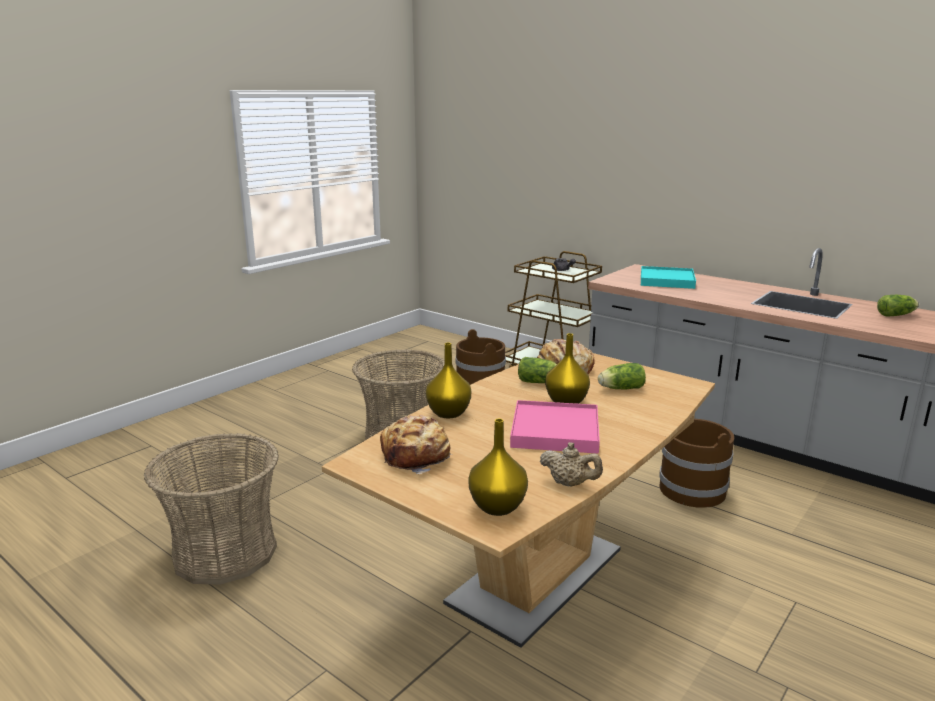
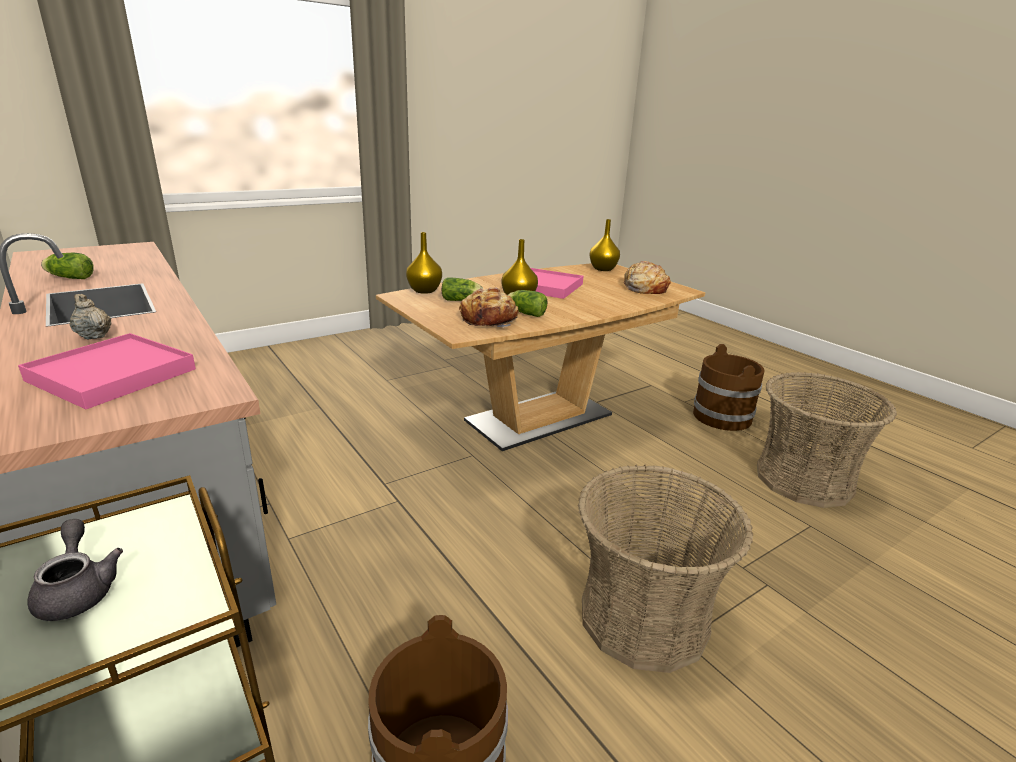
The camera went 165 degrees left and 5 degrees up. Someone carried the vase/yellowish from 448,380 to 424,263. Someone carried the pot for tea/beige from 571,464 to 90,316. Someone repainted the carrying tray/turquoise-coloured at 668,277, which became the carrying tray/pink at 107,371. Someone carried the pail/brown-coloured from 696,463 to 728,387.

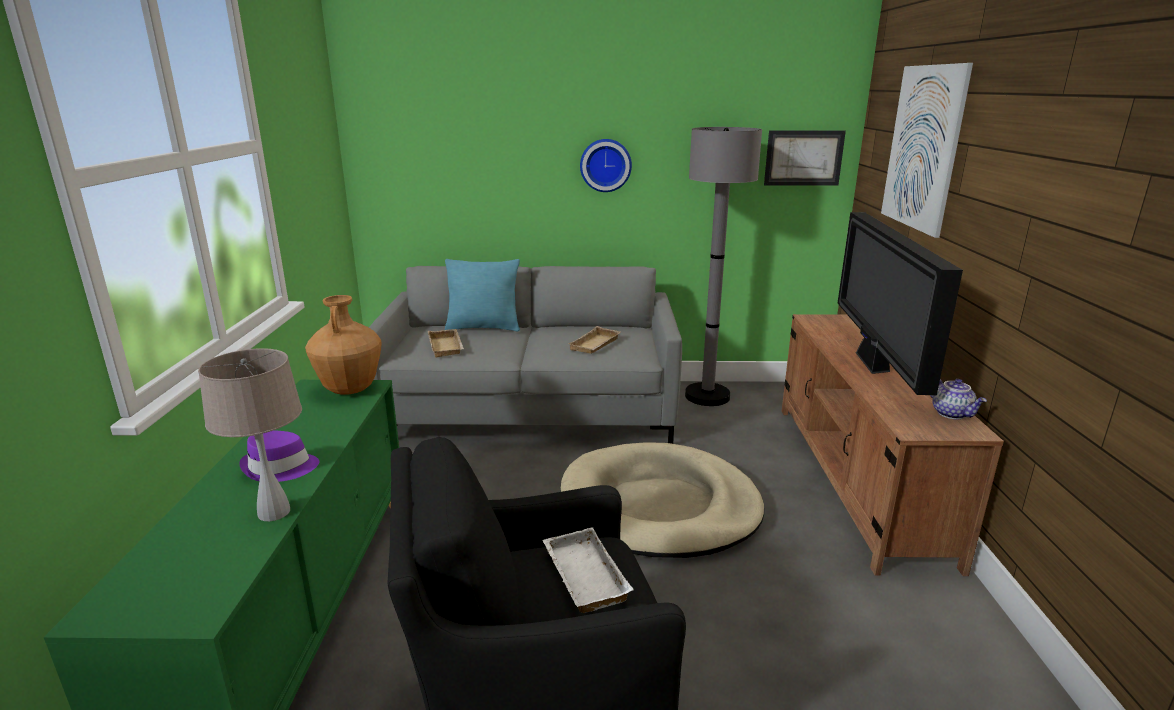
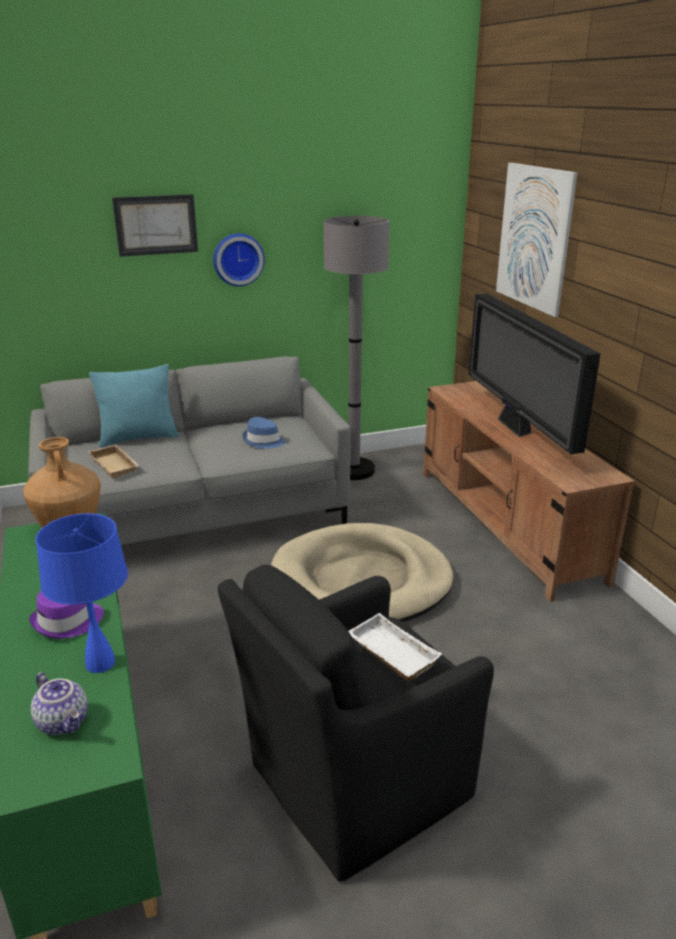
The camera went 20 degrees left and 5 degrees up. Someone repainted the tabletop lamp/beige at 250,434, which became the tabletop lamp/blue at 81,593. Someone swapped the carrying tray/beige at 594,340 for the clothing hat/blue at 264,433. Someone carried the wall picture from 805,158 to 155,225. Someone carried the pot for tea from 958,399 to 59,703.

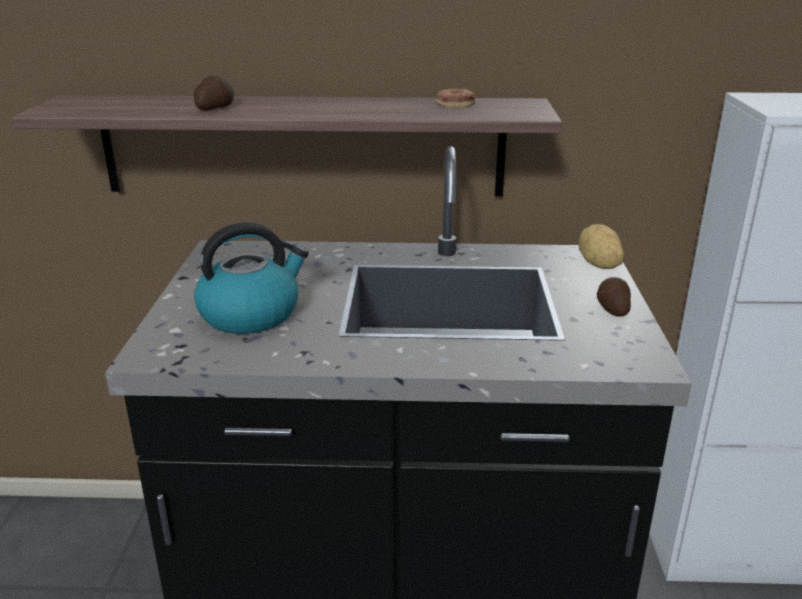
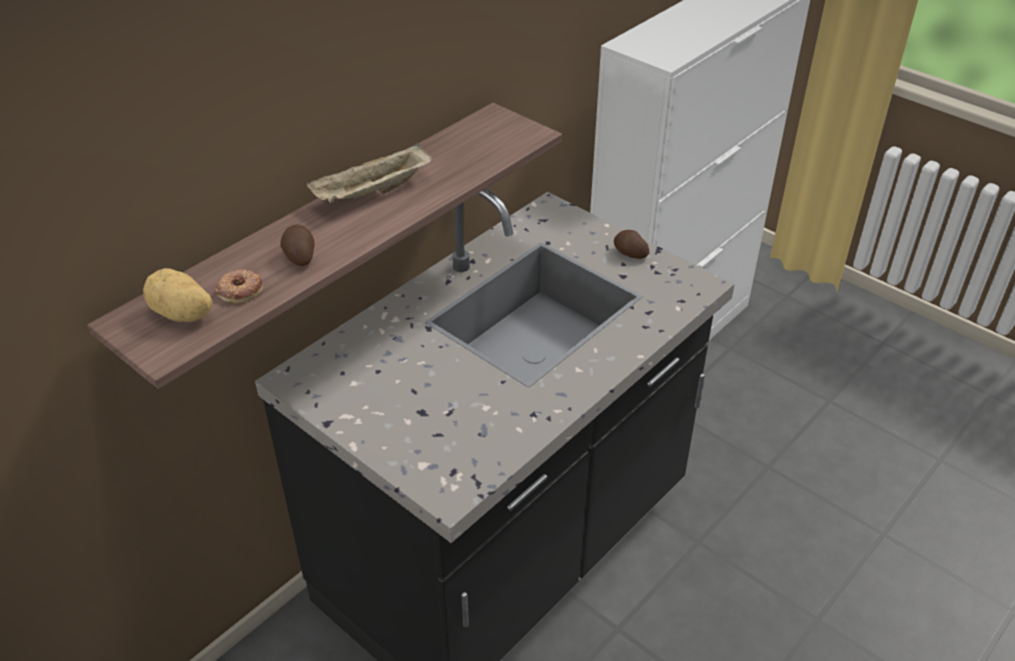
The camera went 50 degrees left and 15 degrees up. Someone took away the tea kettle at 251,278. Someone carried the donut from 456,97 to 239,286. Someone carried the spud from 601,246 to 178,295. Someone put down the carrying tray/beige at 369,173.

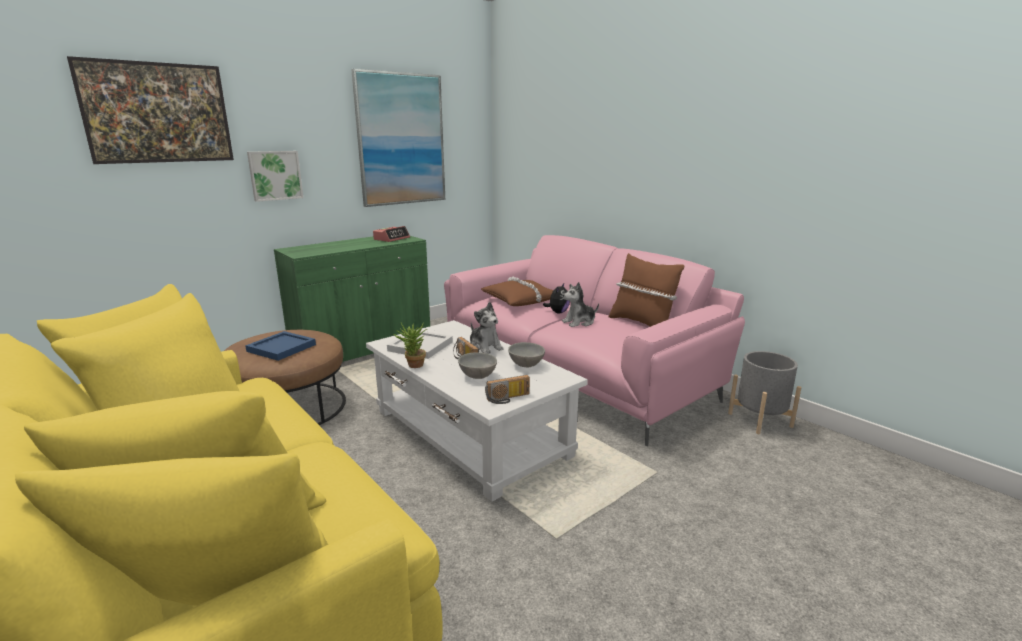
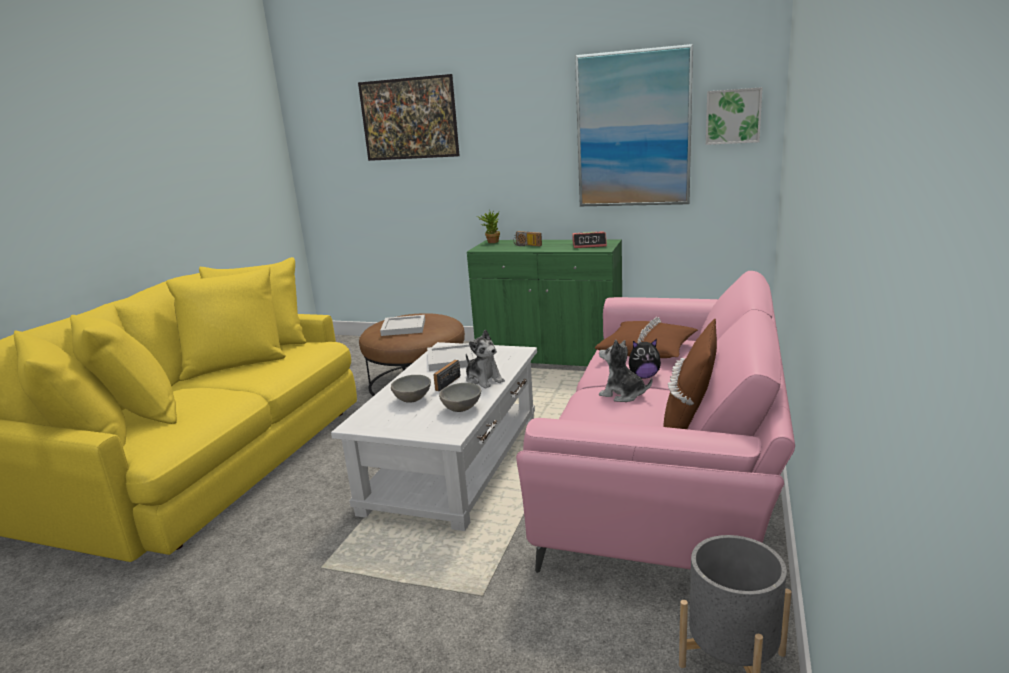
The camera went 60 degrees right and 0 degrees up. Someone repainted the carrying tray/blue at 280,346, which became the carrying tray/white at 402,325. Someone carried the wall picture from 275,176 to 734,116. Someone carried the houseplant from 410,345 to 488,226. Someone rotated the soft toy at 487,328 by 60 degrees counterclockwise. Someone carried the radio from 507,389 to 528,238.

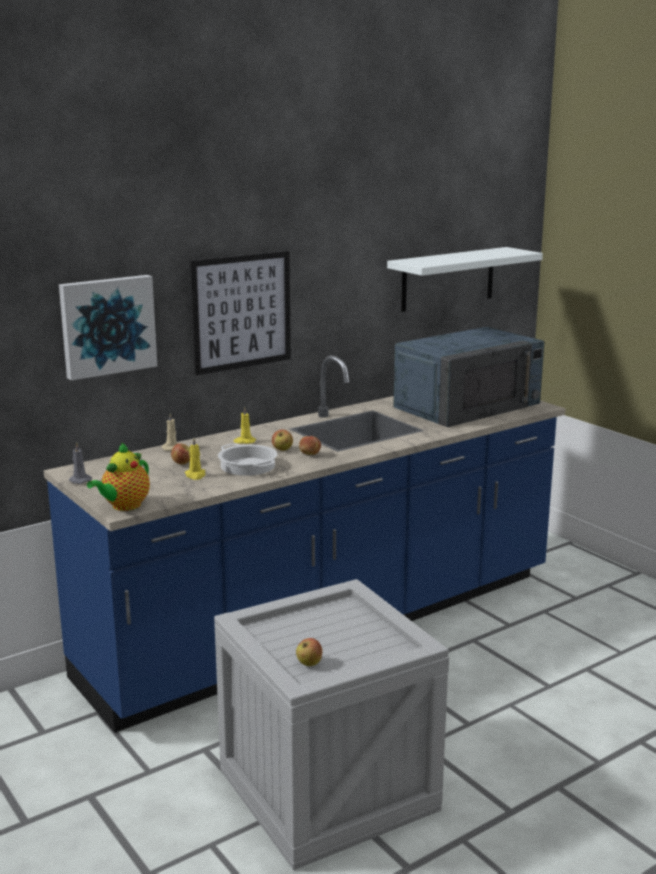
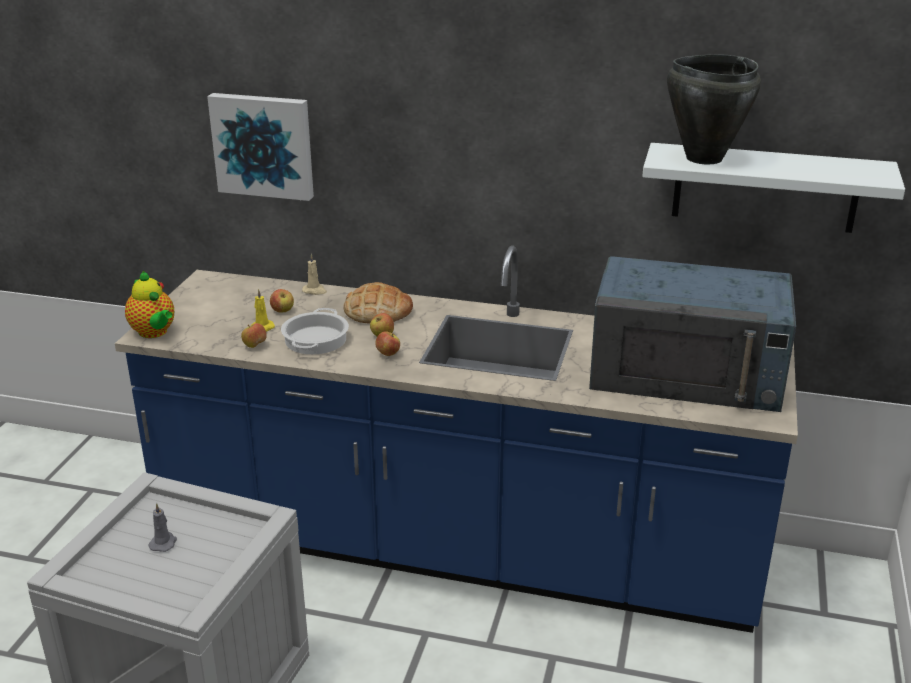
The camera went 50 degrees right and 10 degrees up. Someone carried the wax light/greyish from 80,463 to 163,527. Someone rotated the pot for tea at 118,476 by 120 degrees counterclockwise. Someone took away the wall picture at 240,313. Someone swapped the wax light/yellowish at 245,425 for the bread at 378,303. Someone carried the apple from 309,652 to 254,335. Someone put down the cooking pot/black at 714,109.

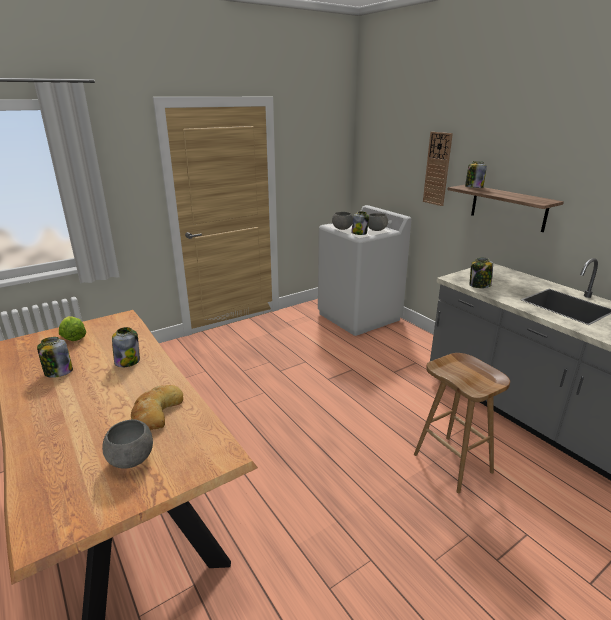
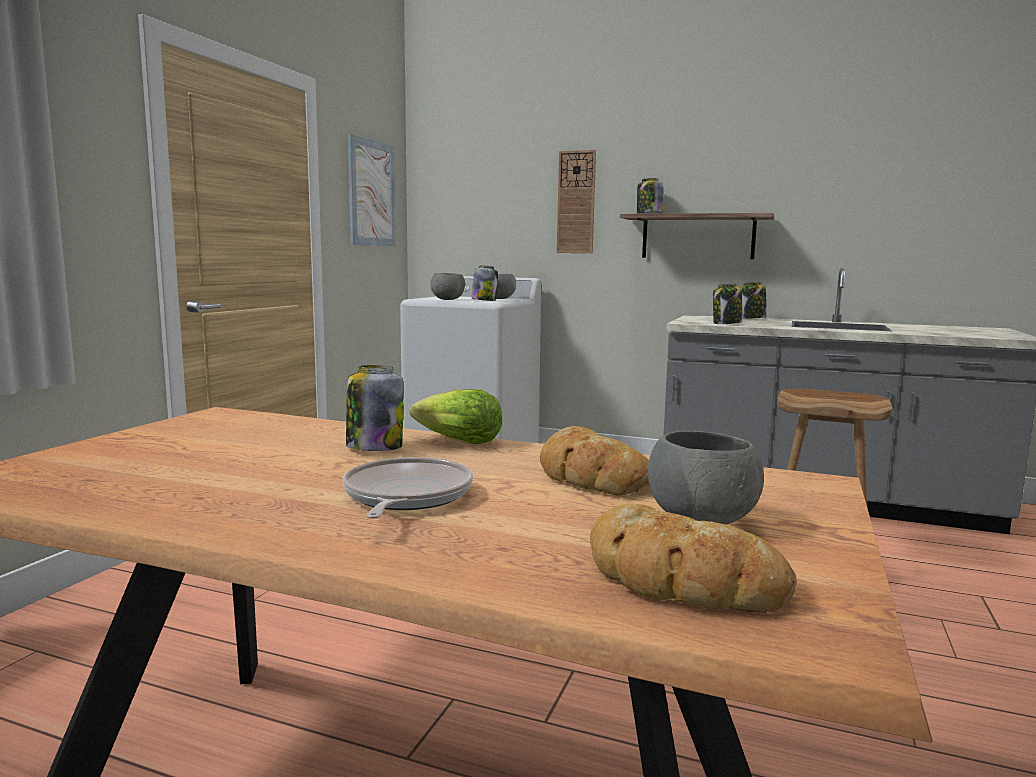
The camera went 35 degrees left and 15 degrees down. Someone carried the storage jar from 55,357 to 753,300. Someone carried the head of lettuce from 72,328 to 456,417. Someone put down the pan at 408,488. Someone put up the wall picture at 372,190. Someone put down the bread at 693,558.

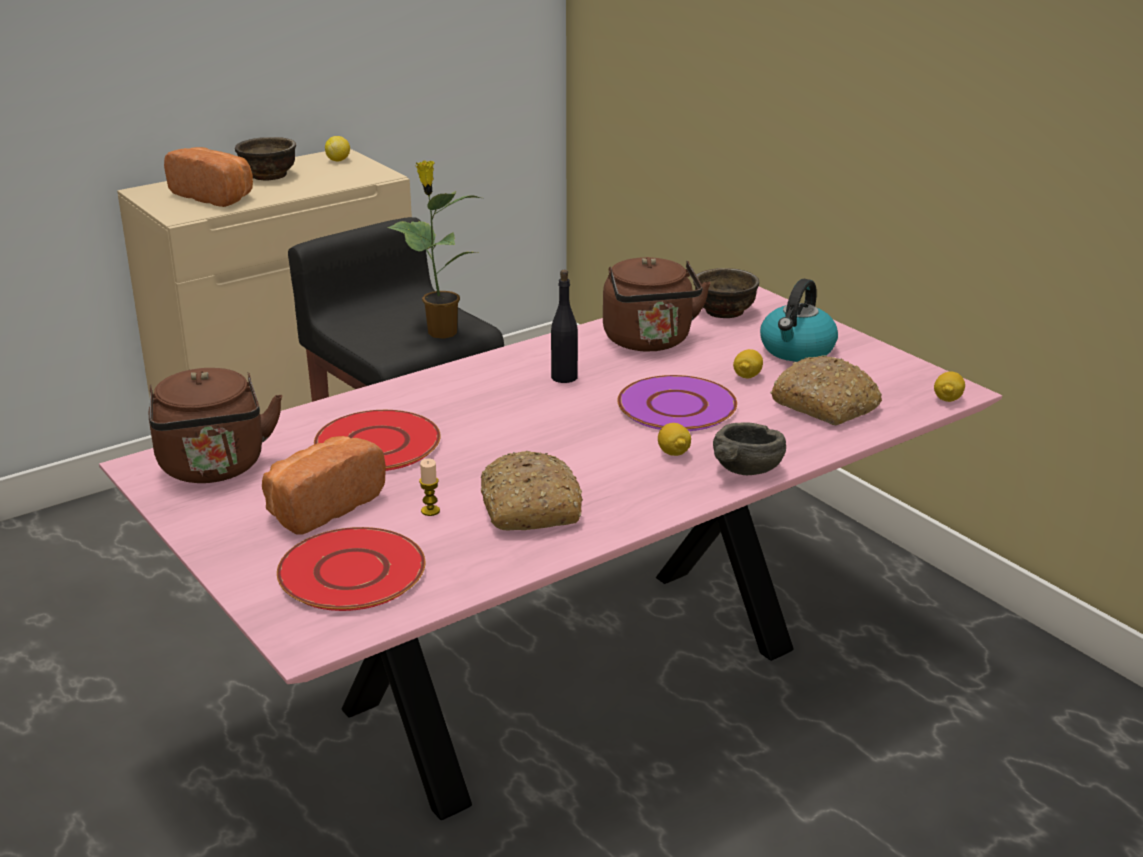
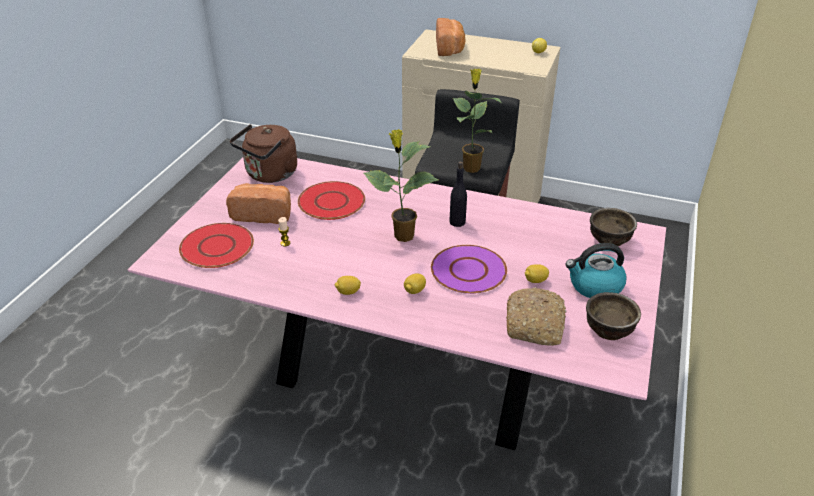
The camera went 55 degrees right and 10 degrees up. Someone carried the deep dish/brown-coloured from 265,159 to 613,316. Someone took away the bread at 532,490. Someone took away the tea kettle/brown-coloured at 657,304. Someone took away the deep dish/greyish at 749,448. Someone carried the lemon from 949,387 to 348,285. Someone put down the houseplant at 400,185.

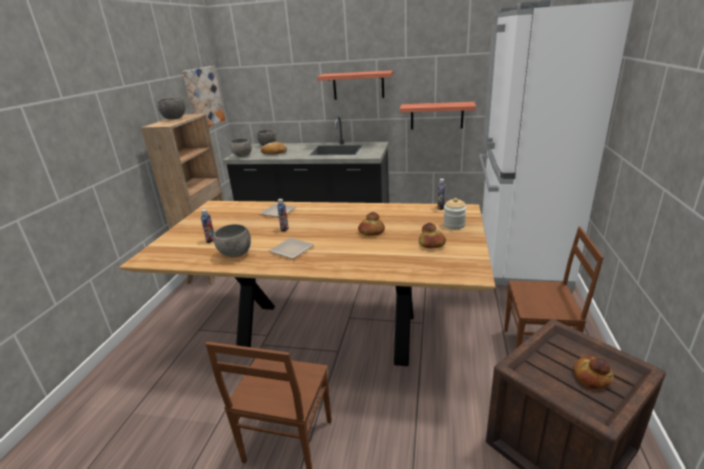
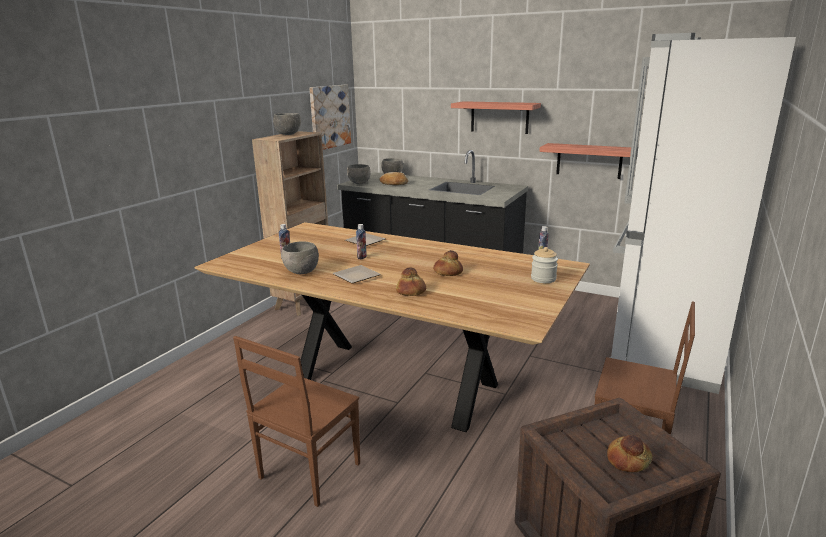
The camera went 15 degrees right and 5 degrees down. Someone carried the bread from 432,235 to 411,281.

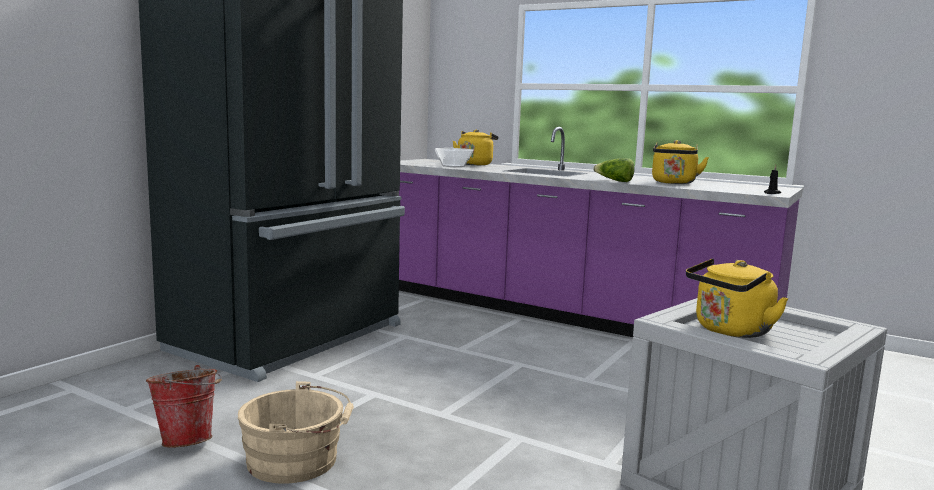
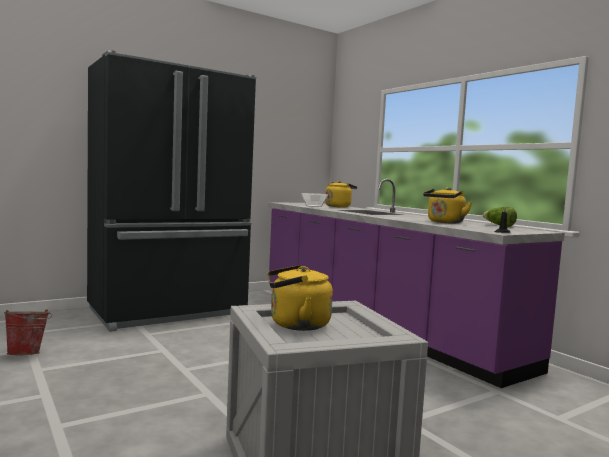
The camera went 25 degrees right and 5 degrees down. Someone took away the pail/beige at 295,432. Someone carried the head of lettuce from 614,170 to 500,217.

